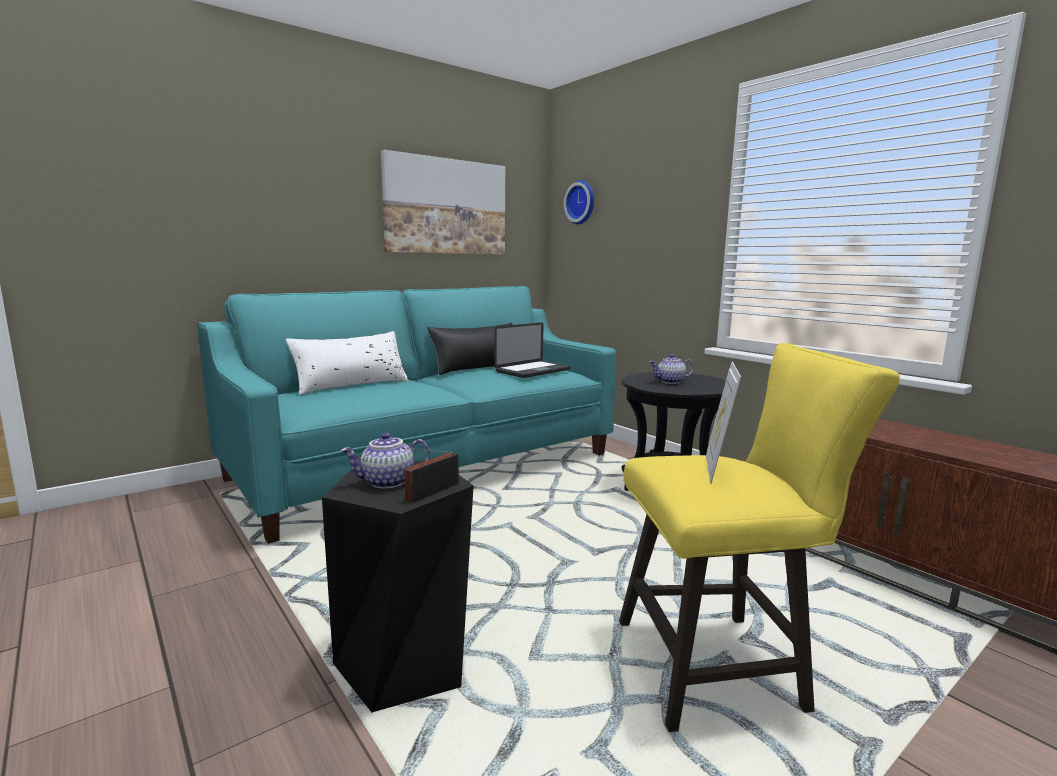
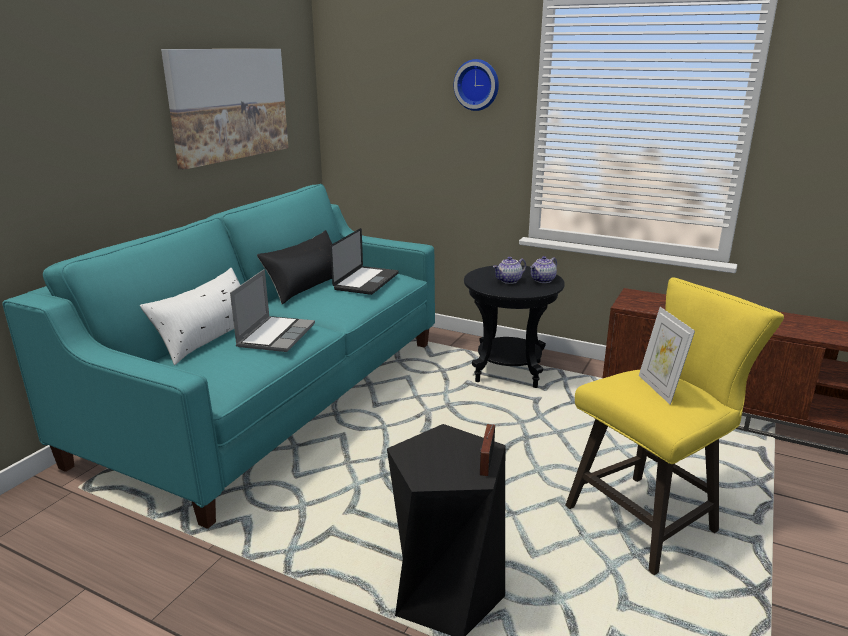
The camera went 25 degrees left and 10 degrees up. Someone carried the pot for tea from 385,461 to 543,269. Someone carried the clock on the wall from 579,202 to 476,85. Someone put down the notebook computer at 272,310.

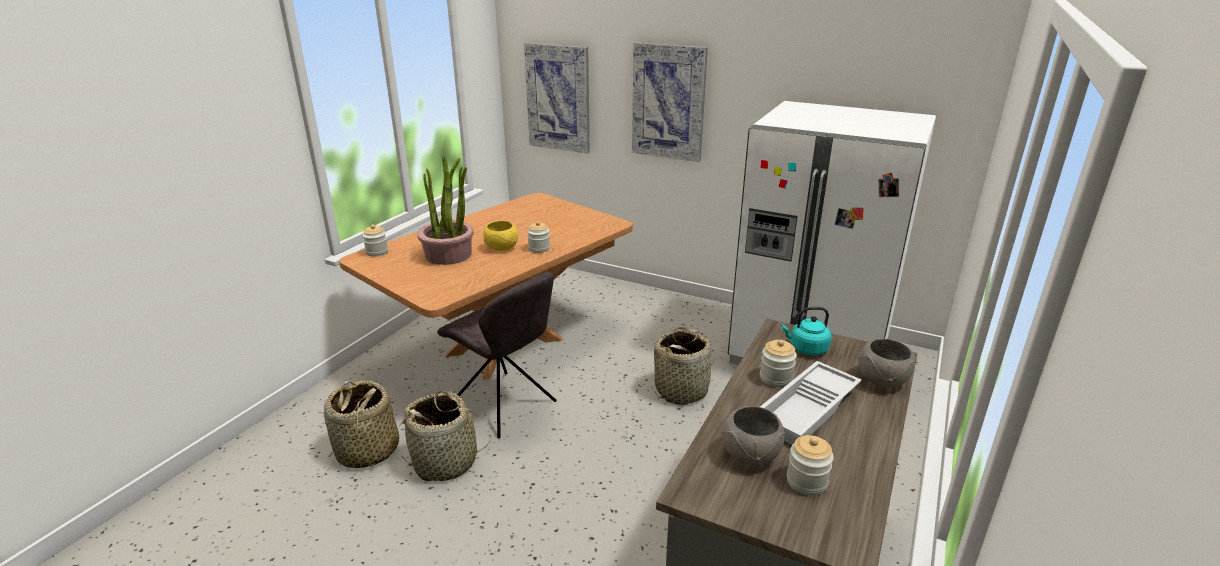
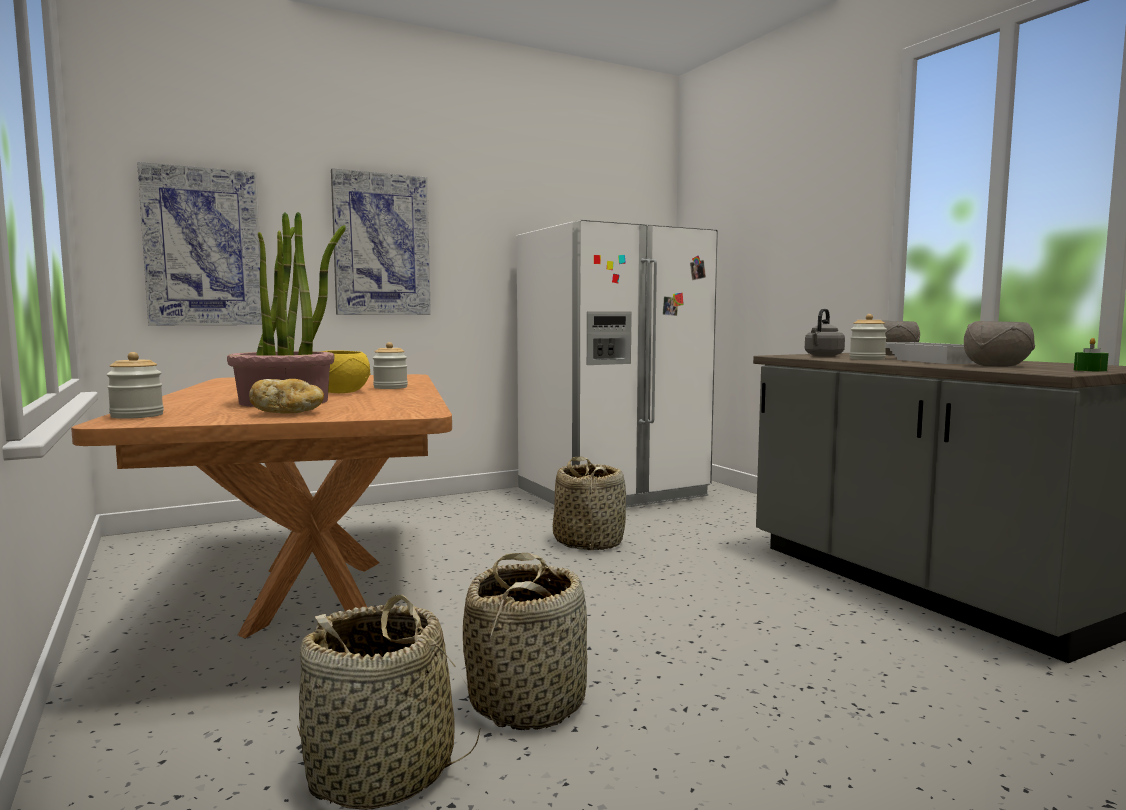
The camera went 55 degrees left and 20 degrees down. Someone took away the upright chair/greyish at 497,355. Someone repainted the tea kettle/turquoise-coloured at 806,331, which became the tea kettle/greyish at 825,332. Someone took away the storage jar at 810,465. Someone put down the bread at 286,396. Someone put down the wax light/green-coloured at 1091,355.

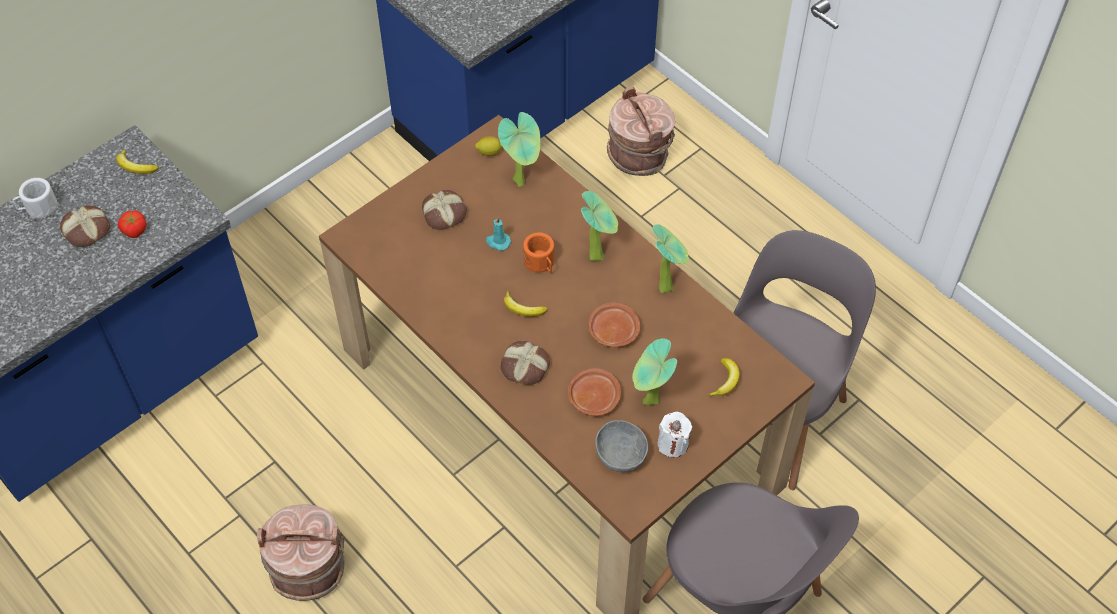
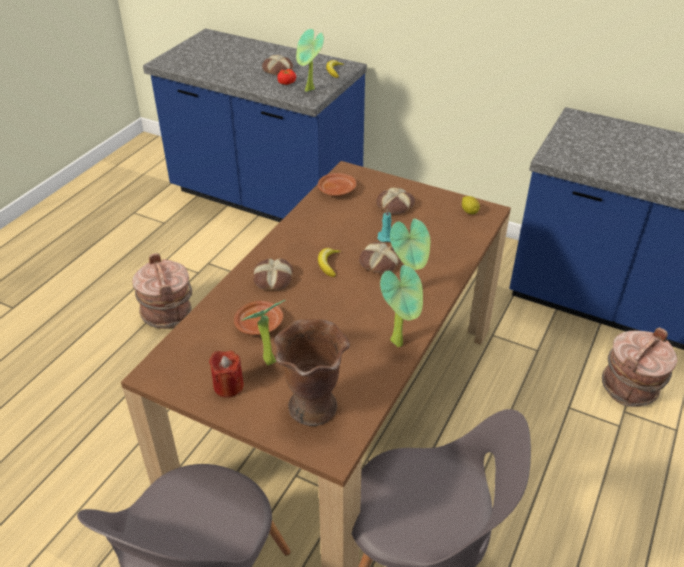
The camera went 70 degrees right and 15 degrees down. Someone took away the coffee mug/white at 35,198. Someone carried the houseplant from 519,149 to 310,60. Someone swapped the coffee mug/orangey at 538,252 for the bread at 380,258. Someone carried the dinner plate/brown-coloured from 614,325 to 337,184. Someone took away the deep dish/greyish at 621,446. Someone repainted the wax light/white at 675,434, which became the wax light/red-coloured at 226,374. Someone swapped the whole banana at 723,377 for the vase/brown-coloured at 312,372.

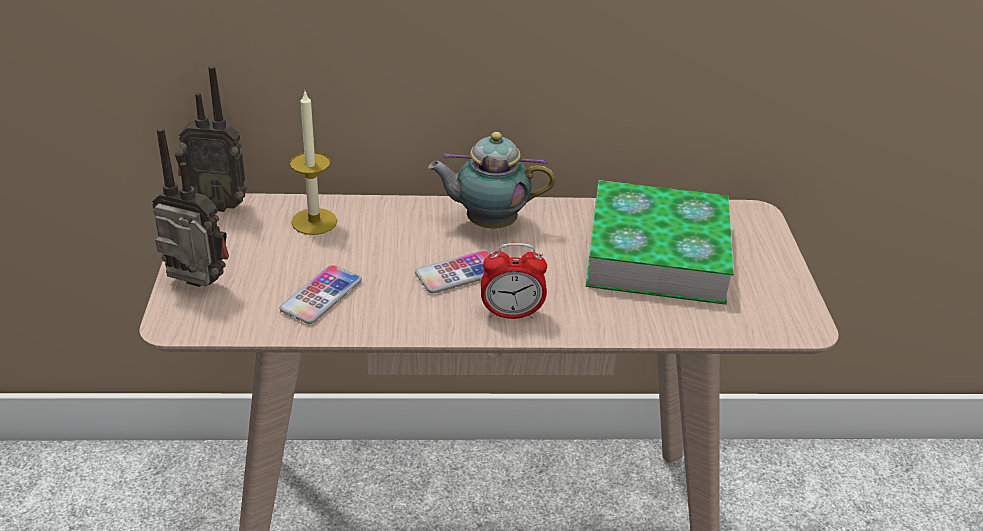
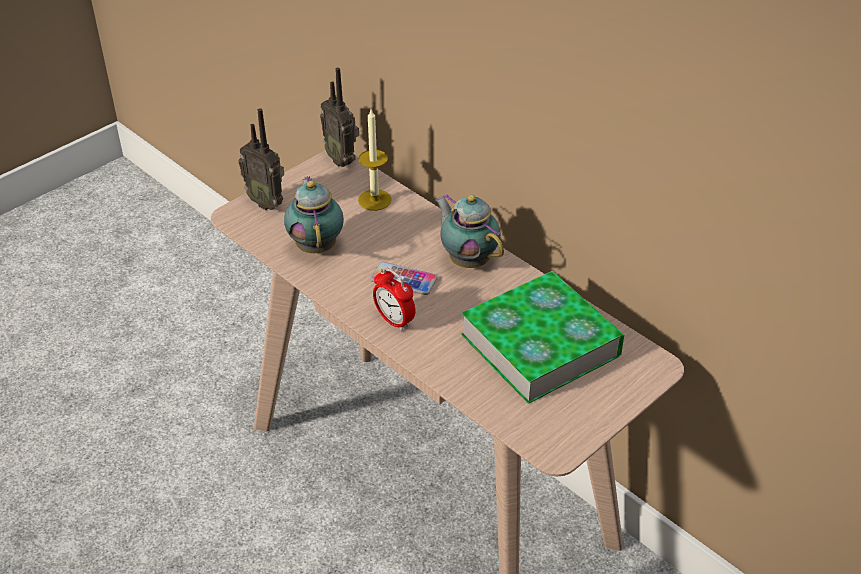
The camera went 50 degrees right and 5 degrees up. Someone rotated the radio at 190,207 by 150 degrees clockwise. Someone swapped the handset at 321,294 for the pot for tea at 314,214.

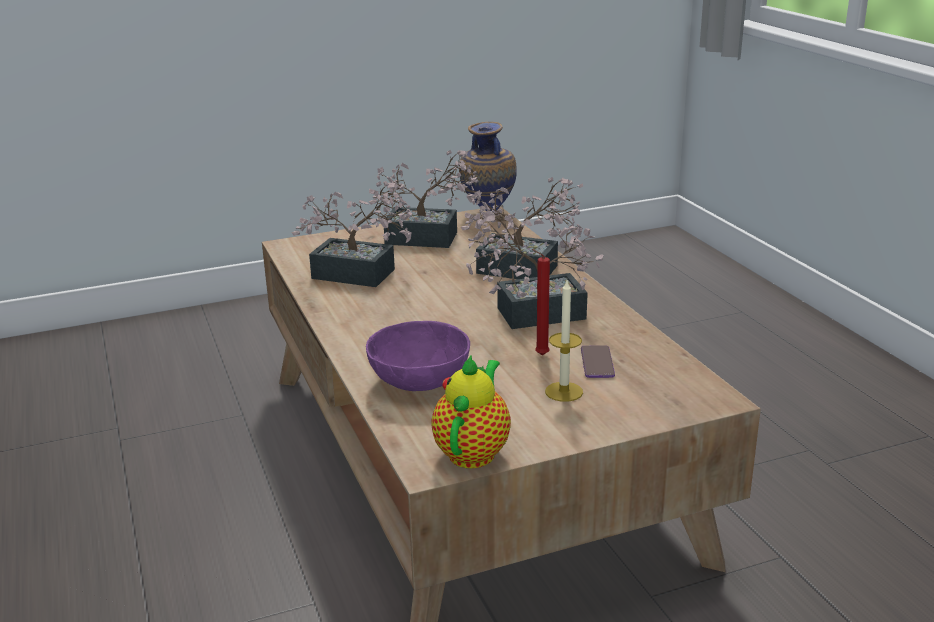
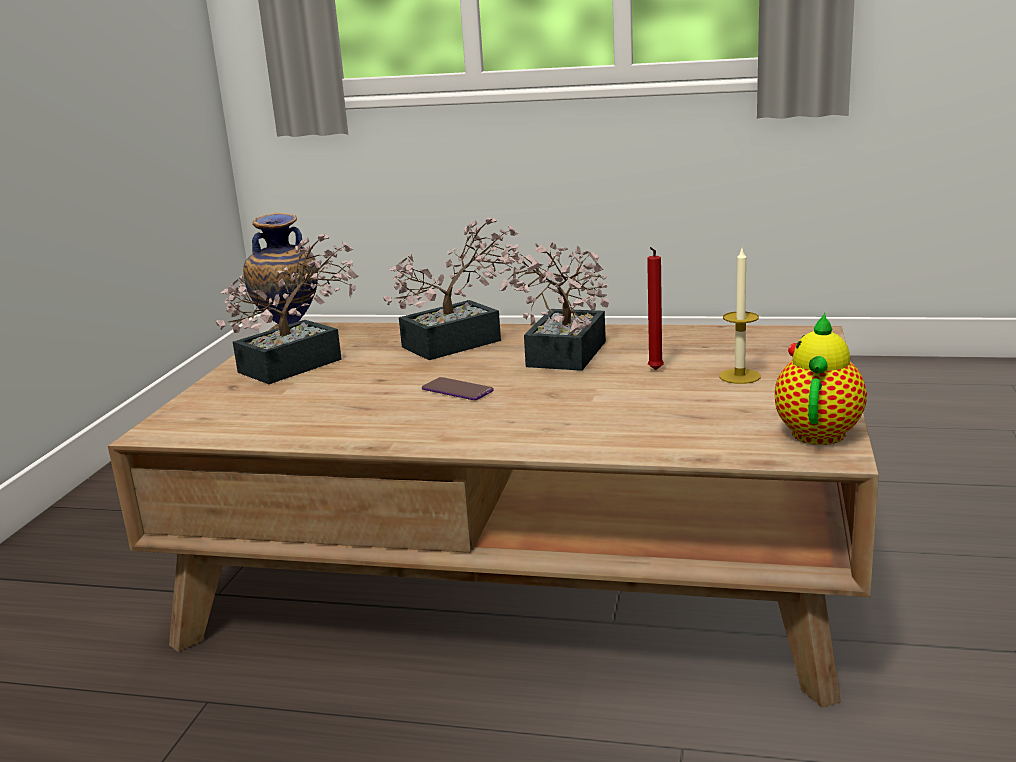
The camera went 55 degrees left and 5 degrees down. Someone took away the houseplant at 353,234. Someone took away the deep dish/purple-coloured at 418,356. Someone rotated the pot for tea at 471,411 by 60 degrees clockwise. Someone carried the handset from 598,362 to 458,388.

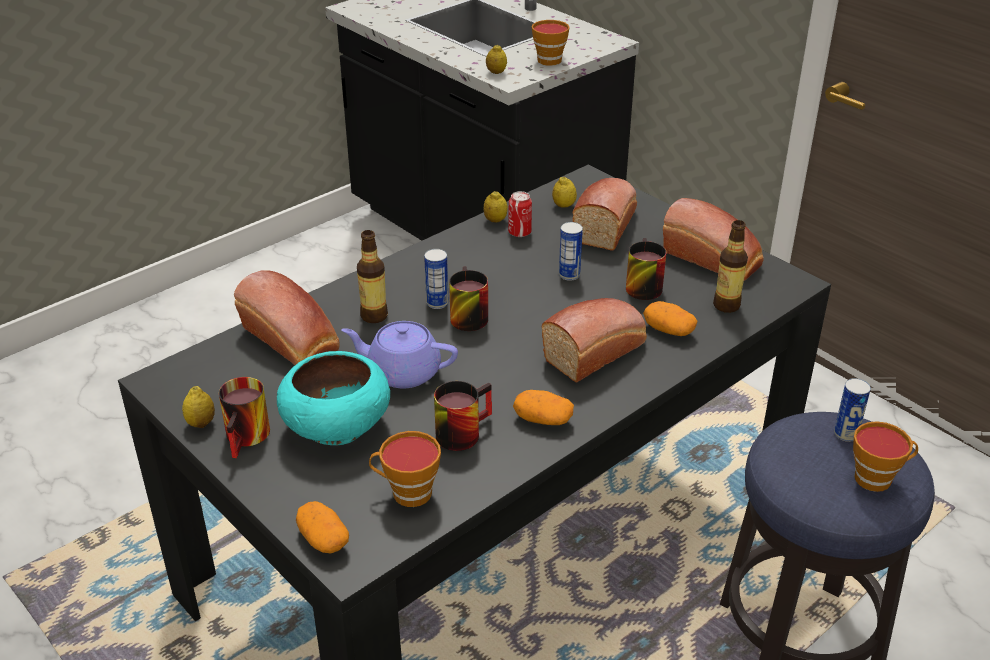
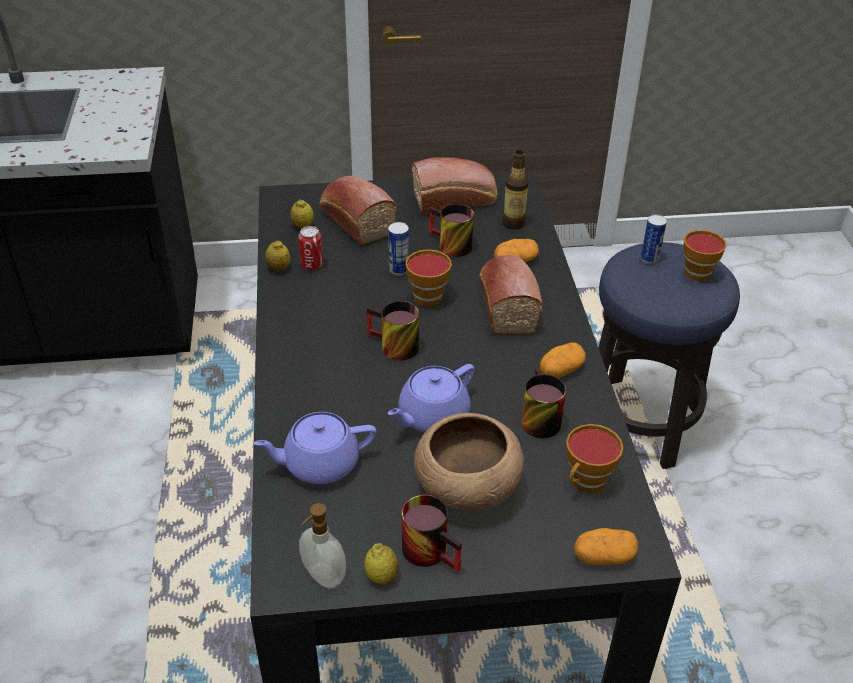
The camera went 55 degrees left and 5 degrees up. Someone swapped the bread at 287,317 for the pot for tea/purple-coloured at 315,448. Someone repainted the deep dish/turquoise-coloured at 333,398, which became the deep dish/brown-coloured at 469,462. Someone took away the bottle at 372,276. Someone took away the can at 436,279. Someone took away the lemon at 496,59. Someone carried the drinking cup from 551,43 to 429,278. Someone put down the soap bottle at 322,545.

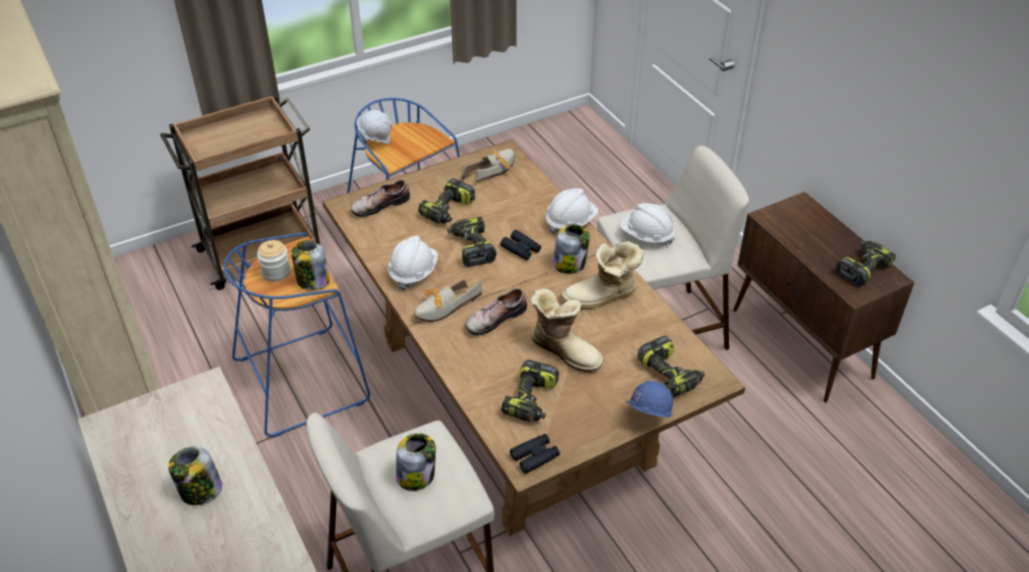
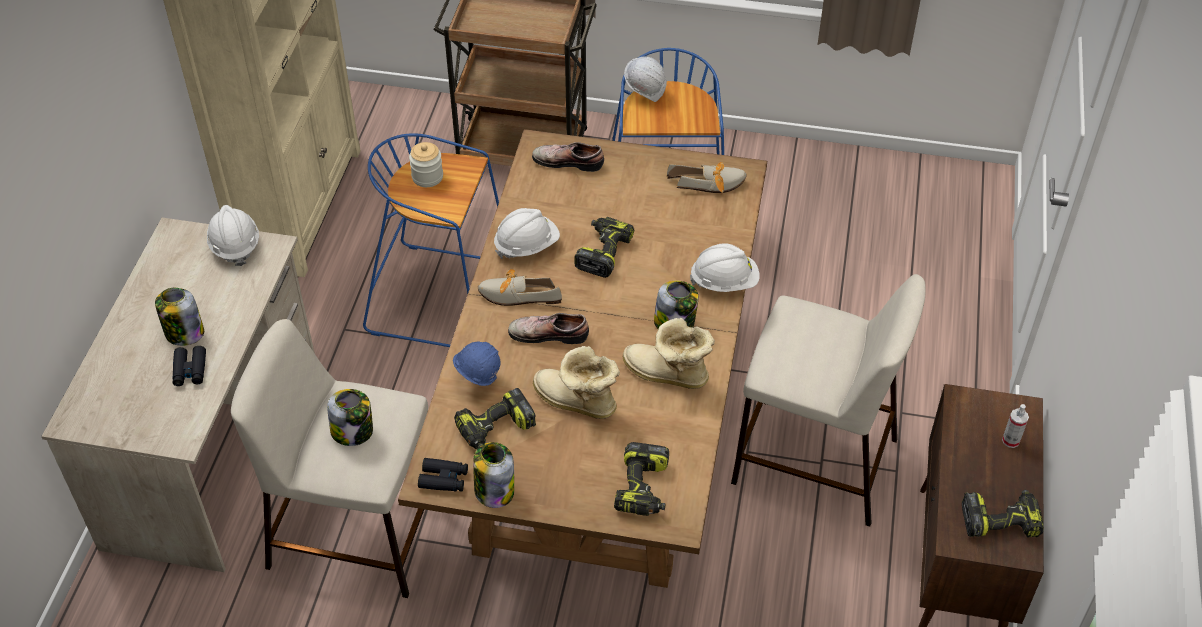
The camera went 40 degrees right and 5 degrees up. Someone carried the storage jar from 310,265 to 493,475. Someone took away the electric drill at 446,201. Someone carried the field glasses/black from 520,245 to 189,366. Someone rotated the boot at 567,331 by 135 degrees clockwise. Someone carried the work helmet/white from 648,224 to 233,235. Someone carried the work helmet/blue from 649,399 to 476,364. Someone put down the sprayer at 1015,426.

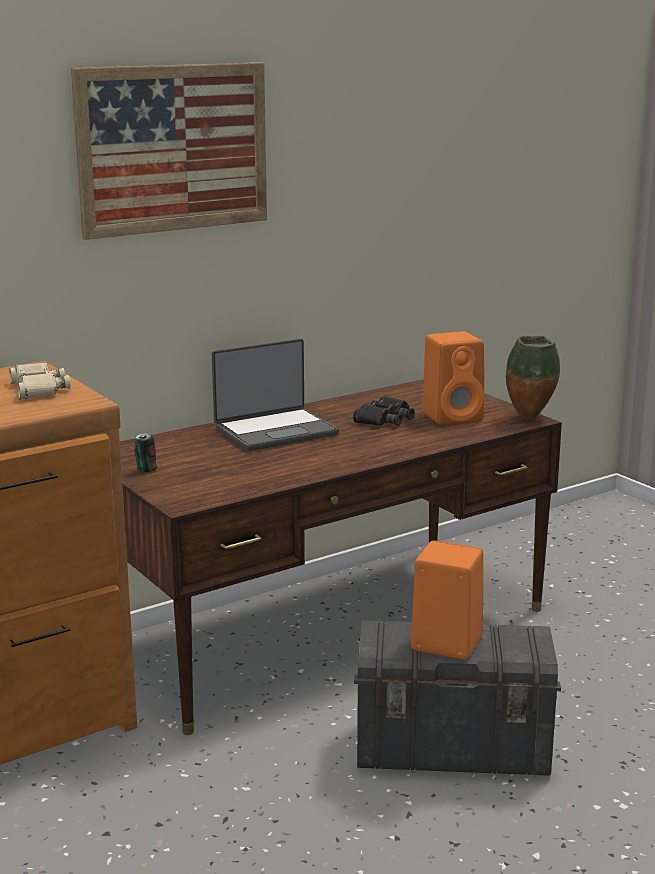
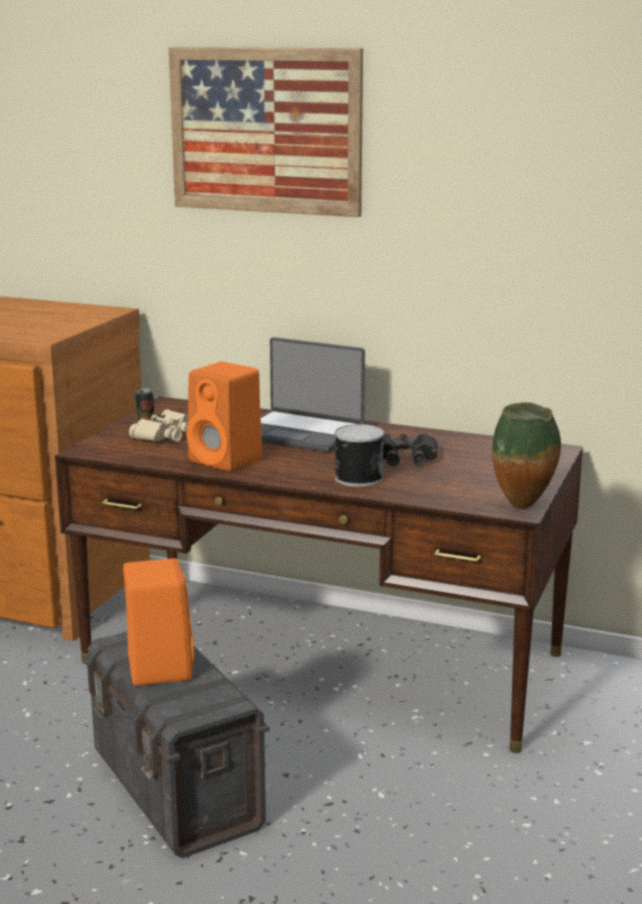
The camera went 55 degrees right and 0 degrees up. Someone carried the field glasses/beige from 40,381 to 158,425. Someone carried the speaker/orangey from 453,378 to 224,416. Someone put down the can at 359,455.

